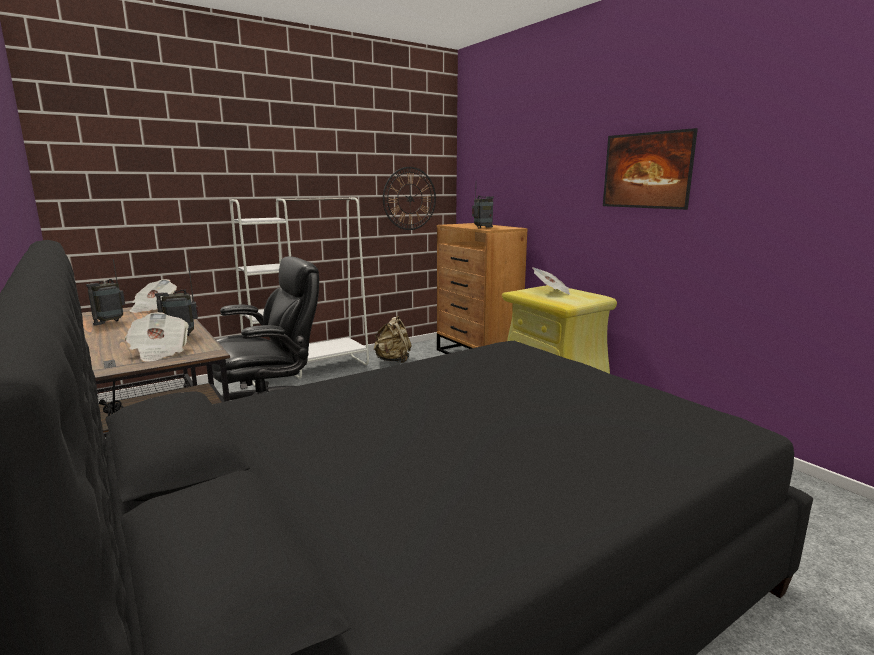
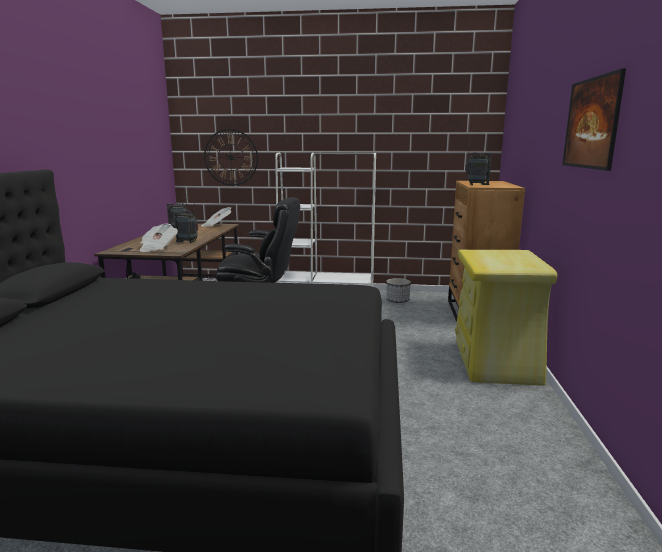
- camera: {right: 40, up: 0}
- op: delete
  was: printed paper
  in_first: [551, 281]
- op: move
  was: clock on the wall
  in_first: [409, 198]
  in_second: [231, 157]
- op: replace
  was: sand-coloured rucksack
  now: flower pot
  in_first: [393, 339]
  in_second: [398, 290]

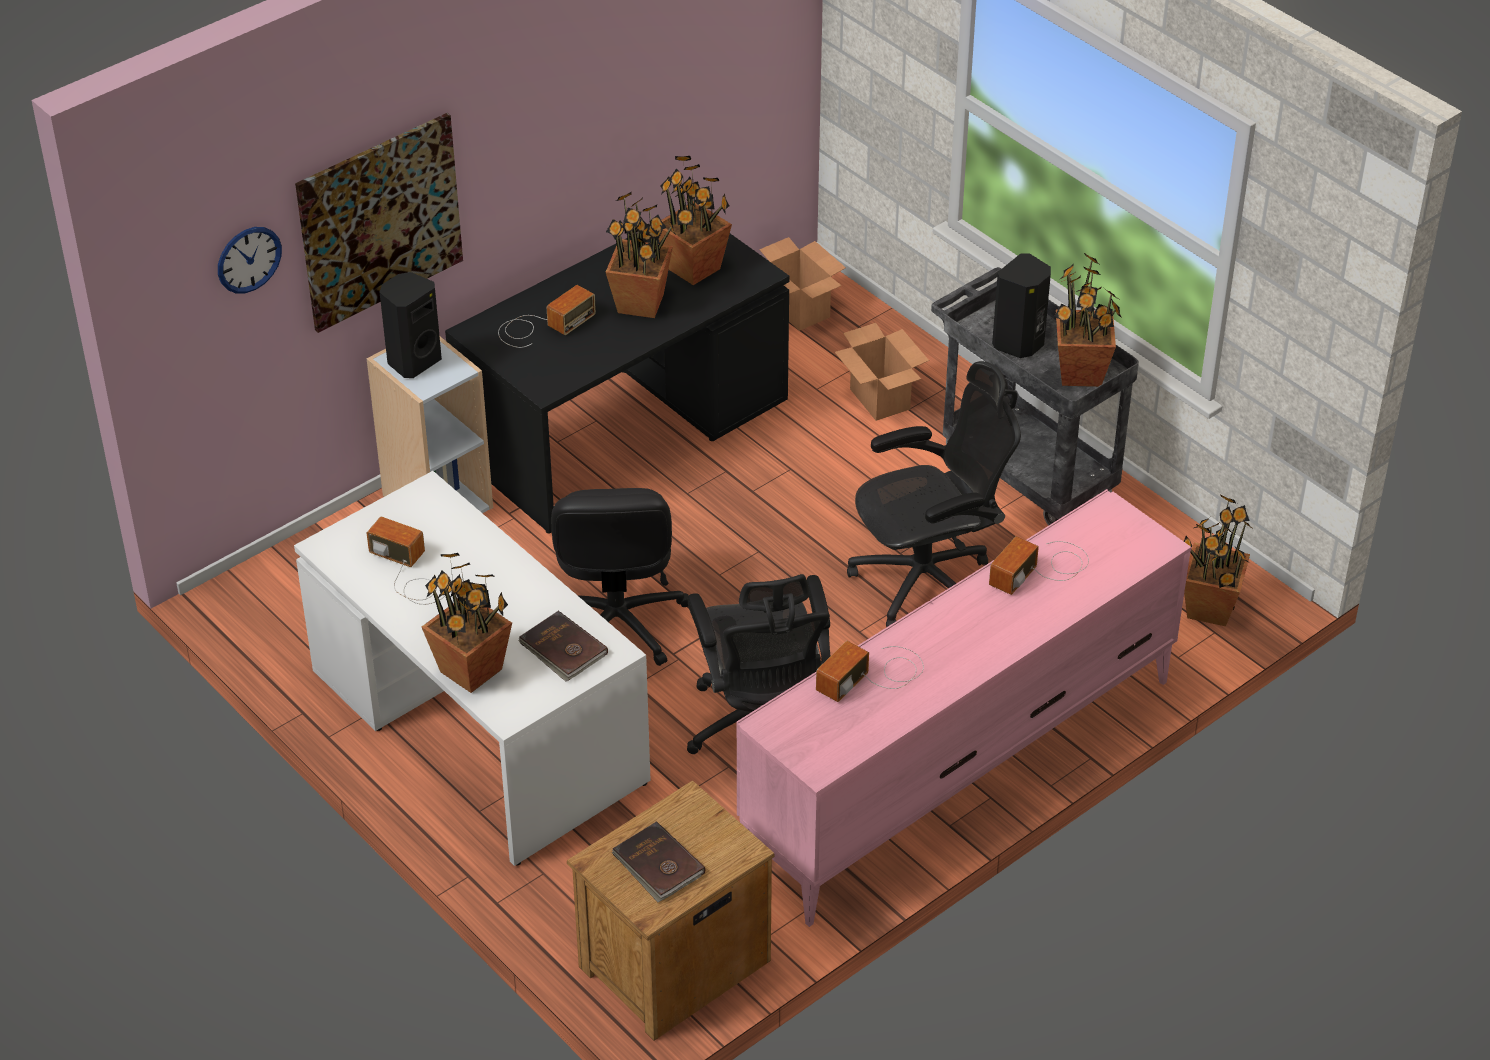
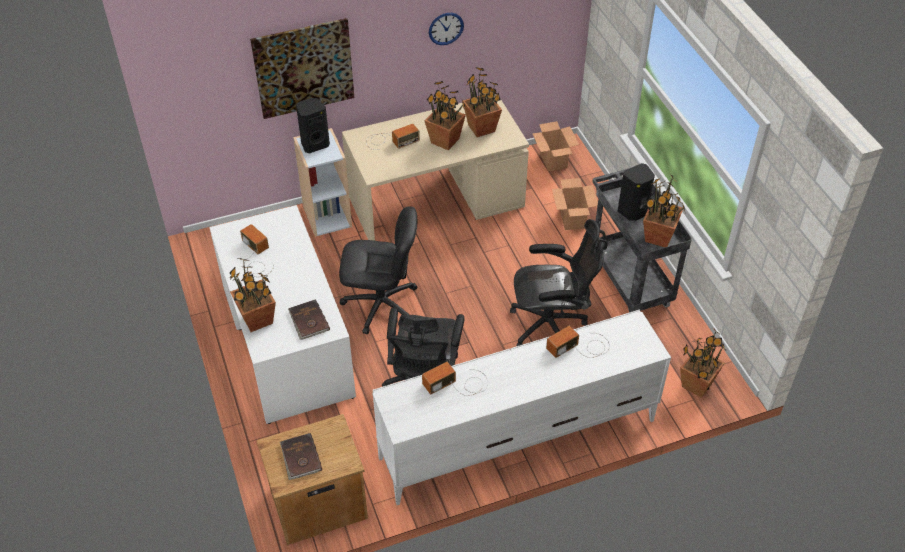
- camera: {right: 20, up: 5}
- op: move
  was: clock on the wall
  in_first: [250, 260]
  in_second: [446, 29]
- op: recolor
  was: black desk unit
  now: sand-coloured desk unit
  in_first: [617, 383]
  in_second: [435, 168]
- op: recolor
  was: pinkish cupboard
  now: whitish cupboard
  in_first: [964, 708]
  in_second: [521, 407]
- op: rotate
  was: black desk chair
  in_first: [620, 577]
  in_second: [378, 270]
  clockwise: -105

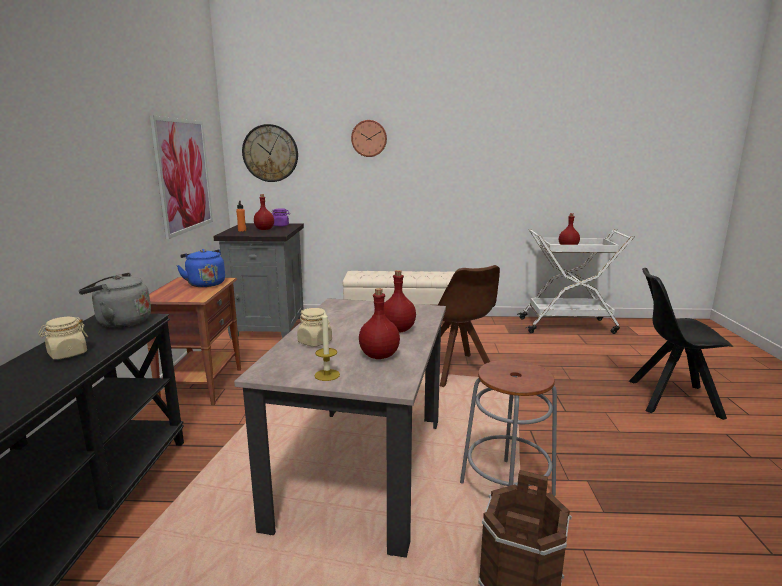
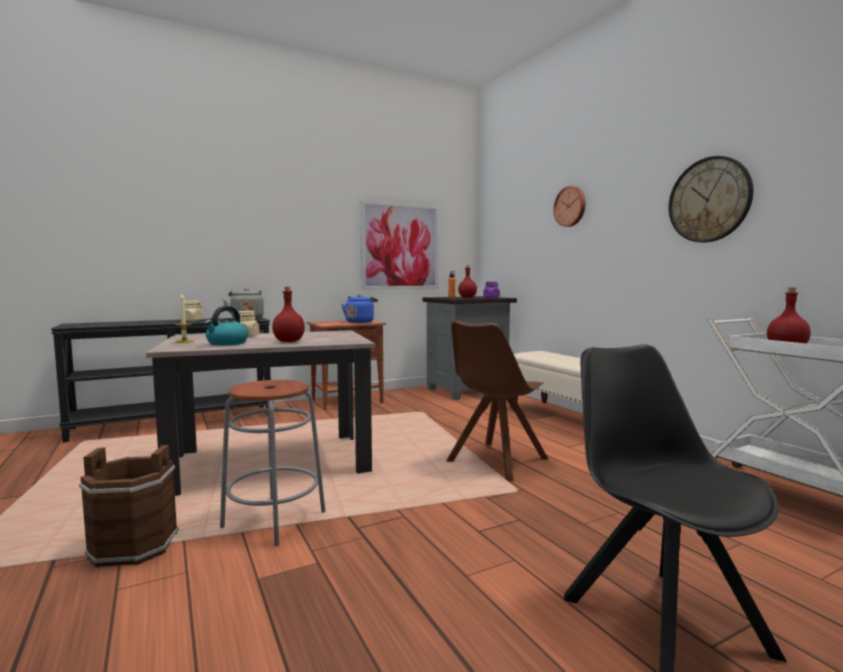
- camera: {right: 60, up: -10}
- op: move
  was: clock on the wall
  in_first: [270, 153]
  in_second: [711, 199]
- op: replace
  was: red-coloured beverage bottle
  now: tea kettle
  in_first: [379, 323]
  in_second: [226, 326]

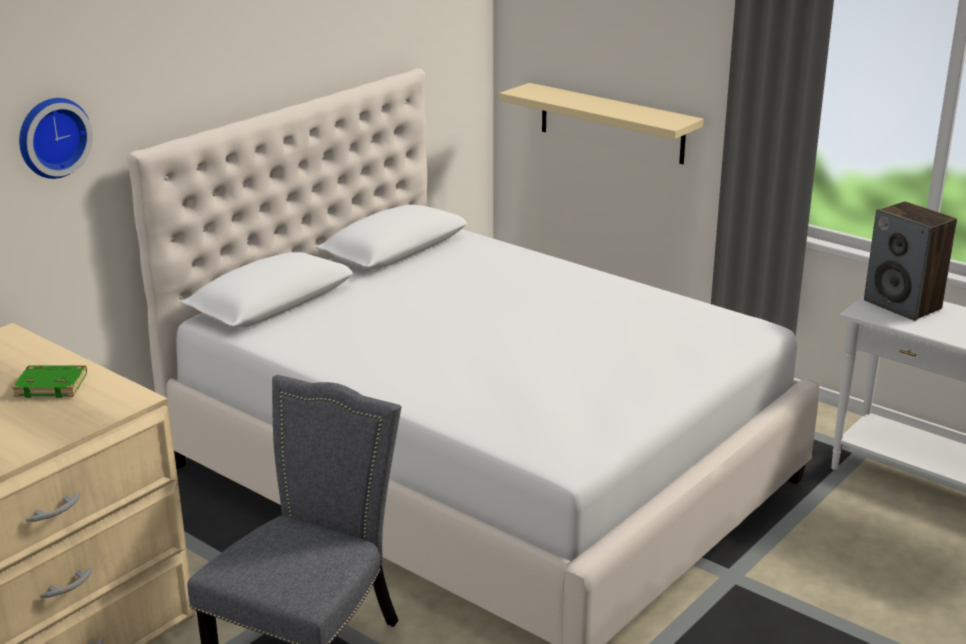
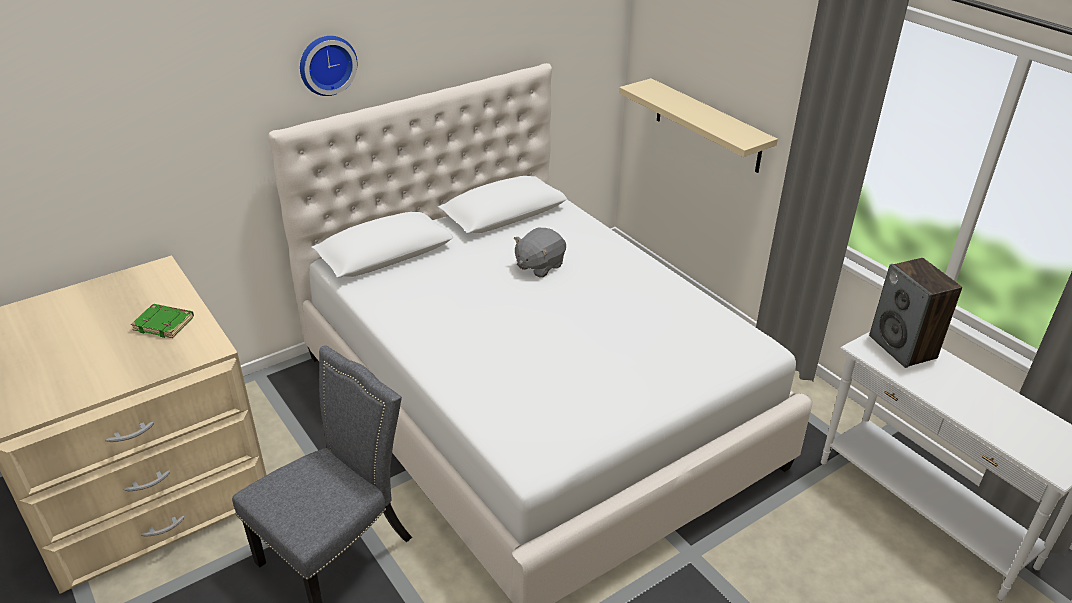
- camera: {right: 15, up: 10}
- op: insert
  now: gray soft toy
  in_second: [540, 253]
- op: move
  was: clock on the wall
  in_first: [56, 138]
  in_second: [328, 66]

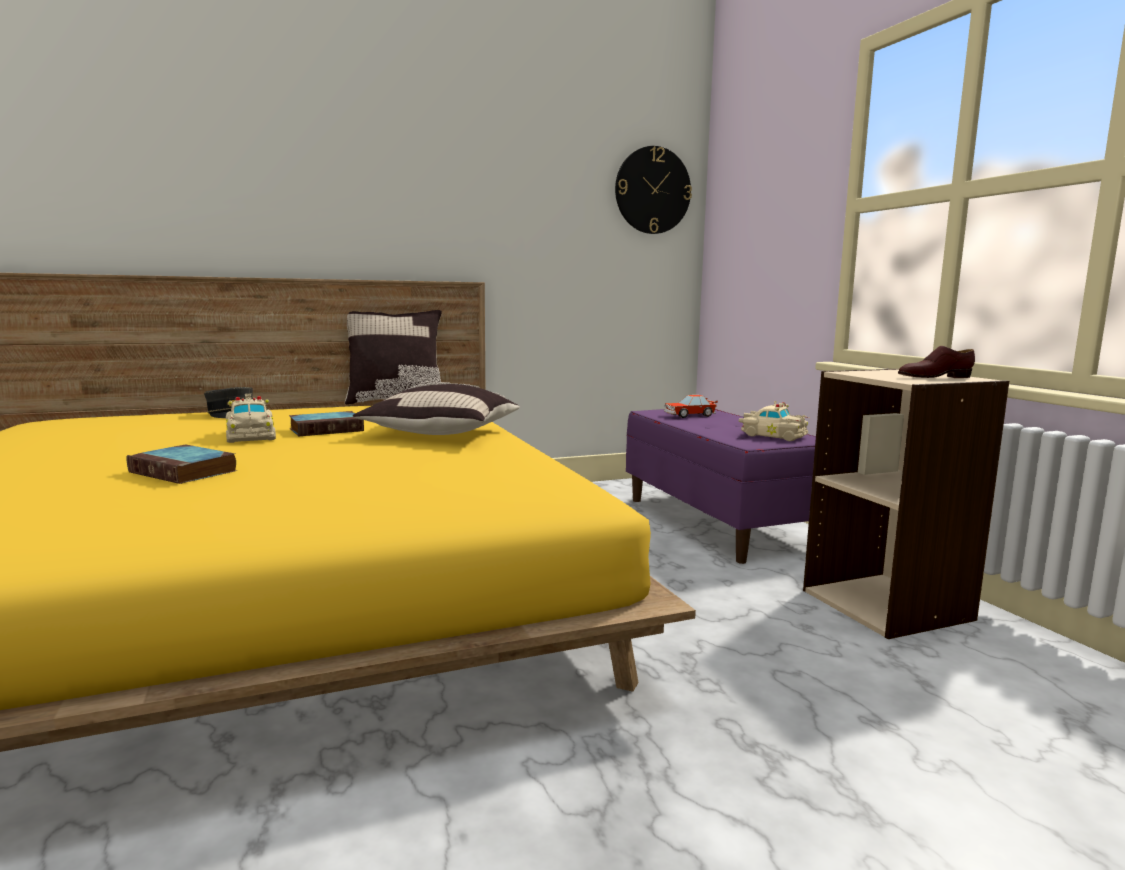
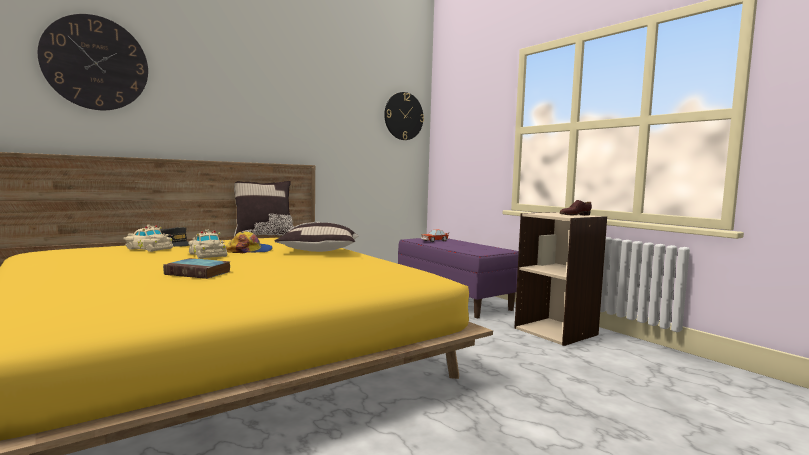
- camera: {right: -15, up: -5}
- op: insert
  now: clock on the wall
  in_second: [92, 62]
- op: move
  was: sand-coloured toy car
  in_first: [774, 421]
  in_second: [148, 238]
- op: replace
  was: bound book
  now: peaked cap
  in_first: [326, 423]
  in_second: [249, 242]

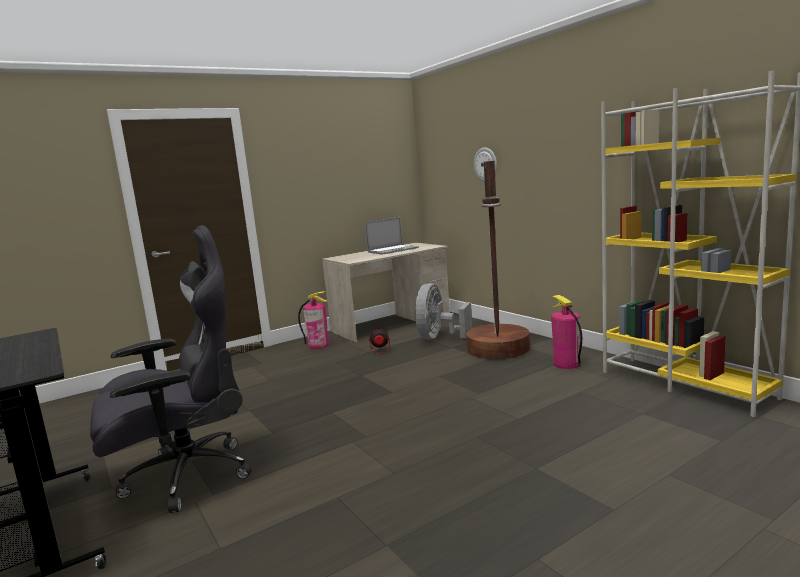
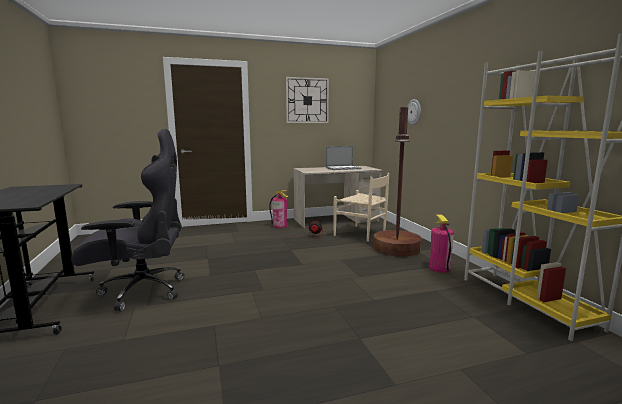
- camera: {right: 15, up: 0}
- op: insert
  now: clock on the wall
  in_second: [307, 100]
- op: replace
  was: gray cooling fan
  now: sand-coloured plain chair
  in_first: [444, 311]
  in_second: [361, 207]

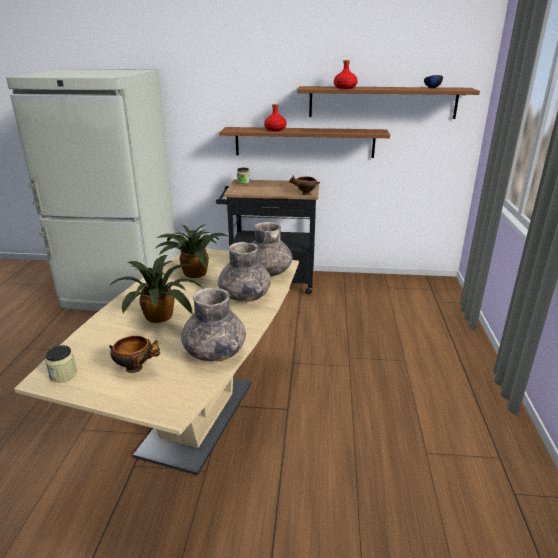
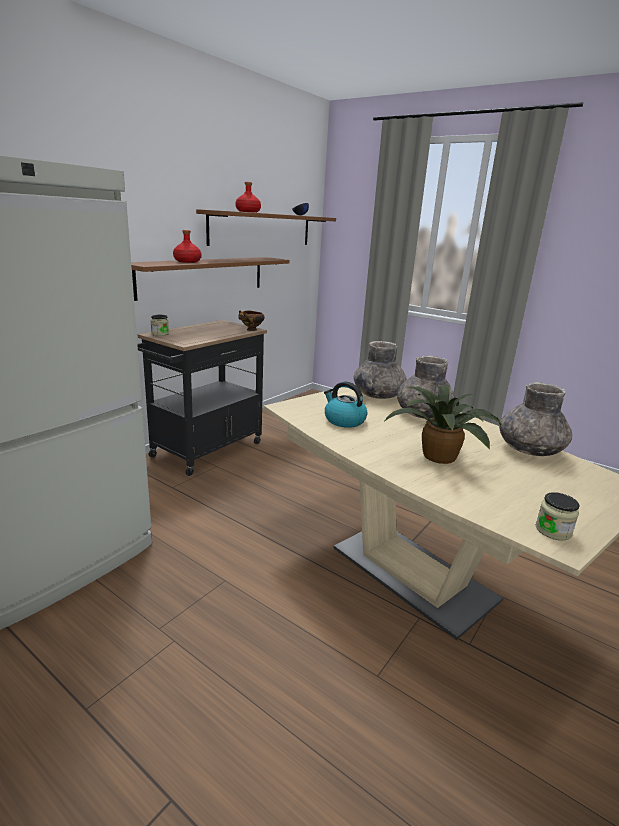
- camera: {right: -60, up: -5}
- op: delete
  was: deep dish
  in_first: [134, 354]
- op: replace
  was: houseplant
  now: tea kettle
  in_first: [191, 251]
  in_second: [345, 405]

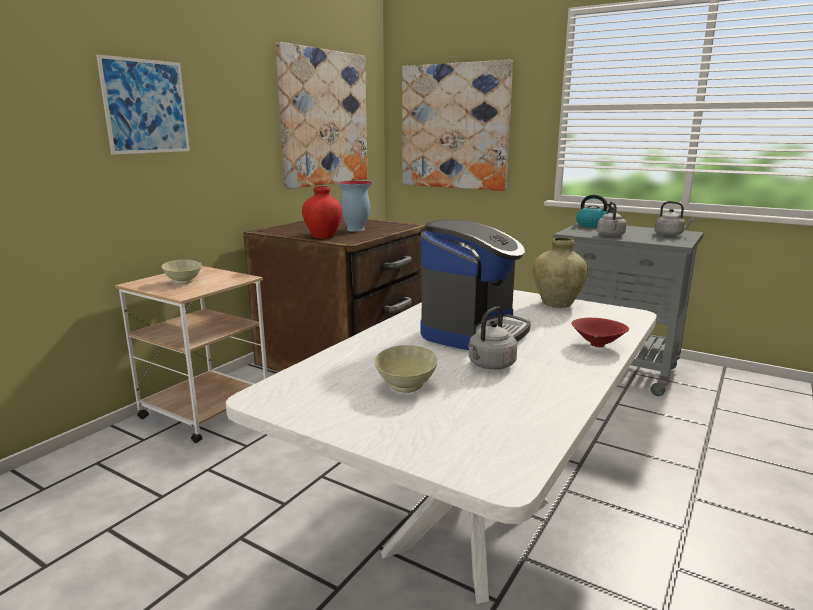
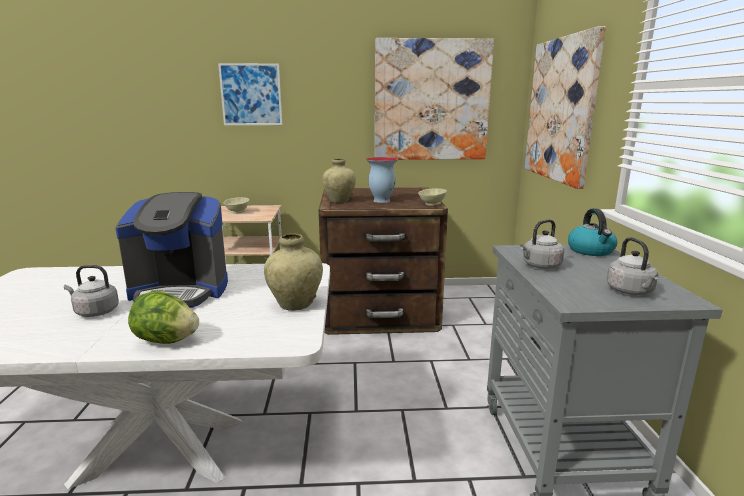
- camera: {right: 55, up: 0}
- op: move
  was: sand-coloured deep dish
  in_first: [406, 369]
  in_second: [432, 197]
- op: replace
  was: red-coloured deep dish
  now: lettuce
  in_first: [600, 332]
  in_second: [163, 317]
- op: recolor
  was: red-coloured flower vase
  now: sand-coloured flower vase
  in_first: [322, 212]
  in_second: [339, 180]

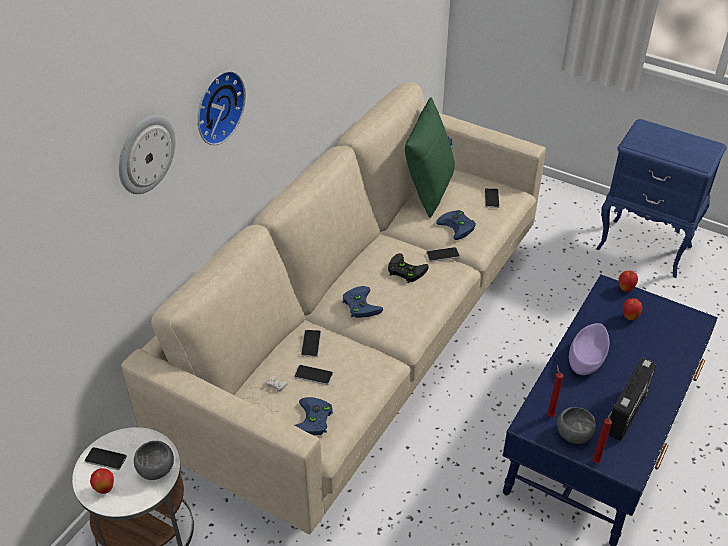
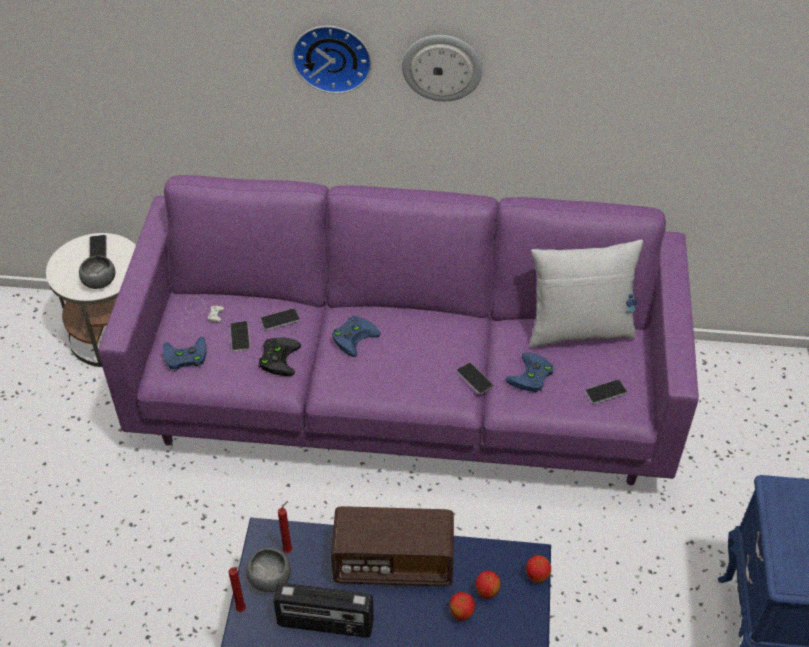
- camera: {right: 65, up: 5}
- op: move
  was: apple
  in_first: [102, 481]
  in_second: [462, 606]
- op: move
  was: clock on the wall
  in_first: [147, 154]
  in_second: [442, 68]
- op: move
  was: black game controller
  in_first: [408, 268]
  in_second: [280, 356]
- op: replace
  was: purplish deep dish
  now: radio set
  in_first: [589, 349]
  in_second: [392, 546]
- op: recolor
  was: sand-coloured sofa
  now: purplish sofa
  in_first: [333, 308]
  in_second: [398, 330]
- op: recolor
  was: greenish pillow
  now: gray pillow
  in_first: [430, 157]
  in_second: [586, 294]

